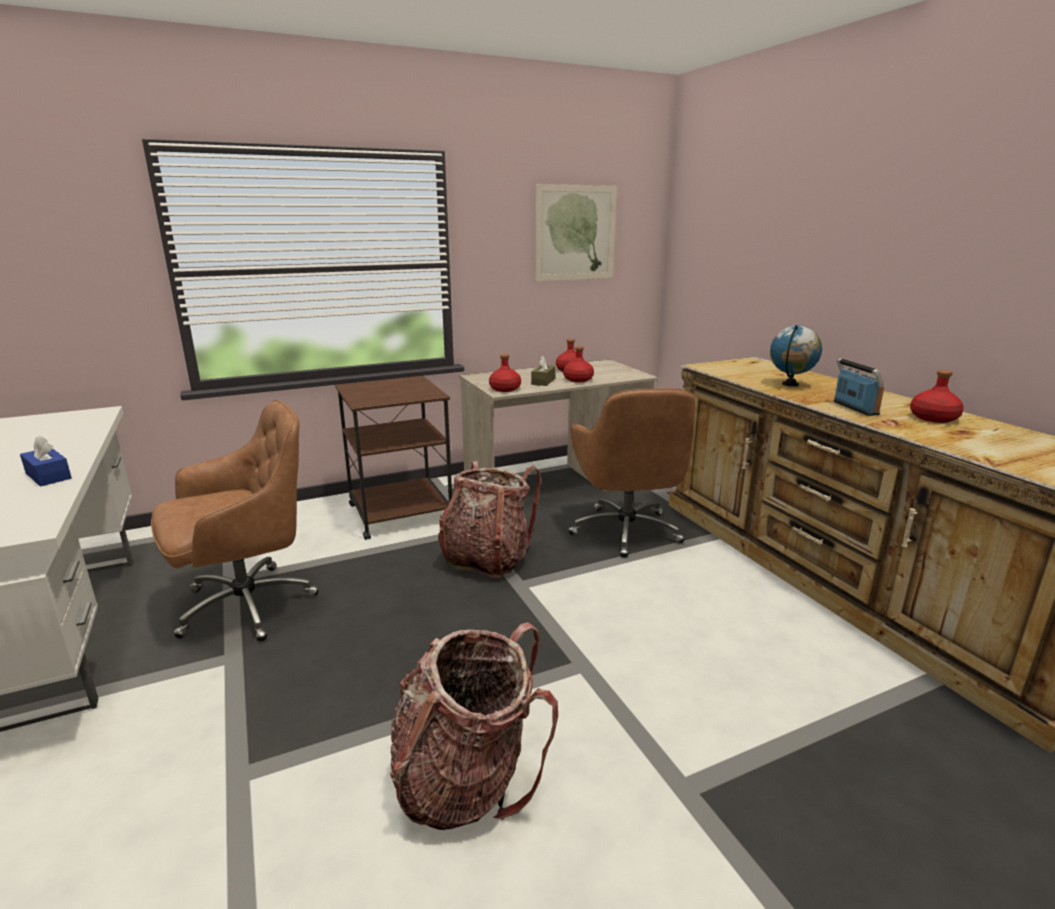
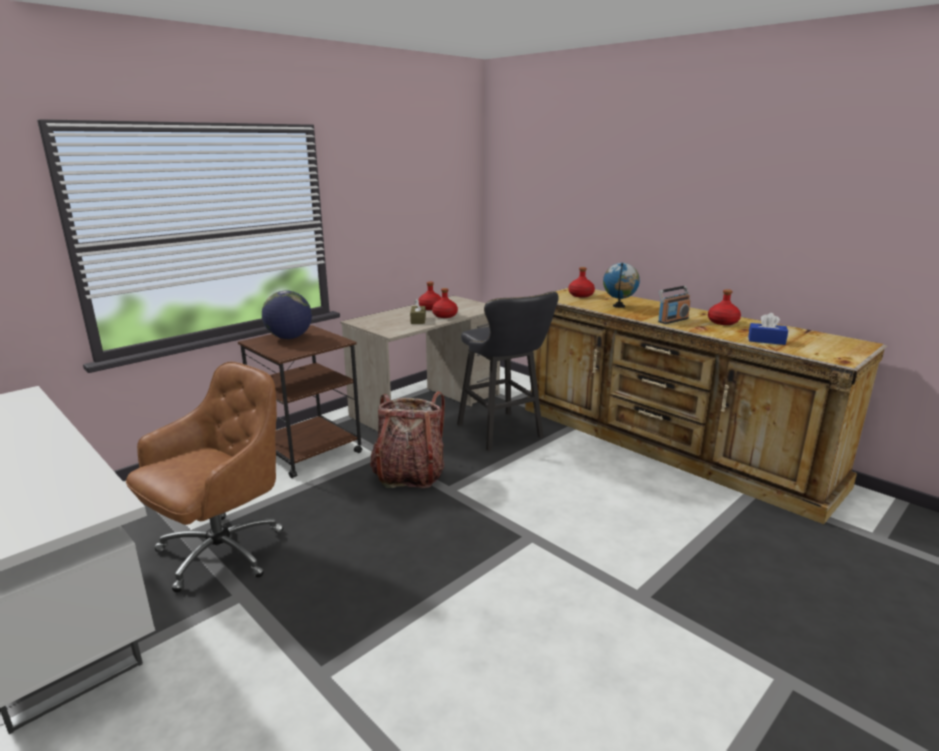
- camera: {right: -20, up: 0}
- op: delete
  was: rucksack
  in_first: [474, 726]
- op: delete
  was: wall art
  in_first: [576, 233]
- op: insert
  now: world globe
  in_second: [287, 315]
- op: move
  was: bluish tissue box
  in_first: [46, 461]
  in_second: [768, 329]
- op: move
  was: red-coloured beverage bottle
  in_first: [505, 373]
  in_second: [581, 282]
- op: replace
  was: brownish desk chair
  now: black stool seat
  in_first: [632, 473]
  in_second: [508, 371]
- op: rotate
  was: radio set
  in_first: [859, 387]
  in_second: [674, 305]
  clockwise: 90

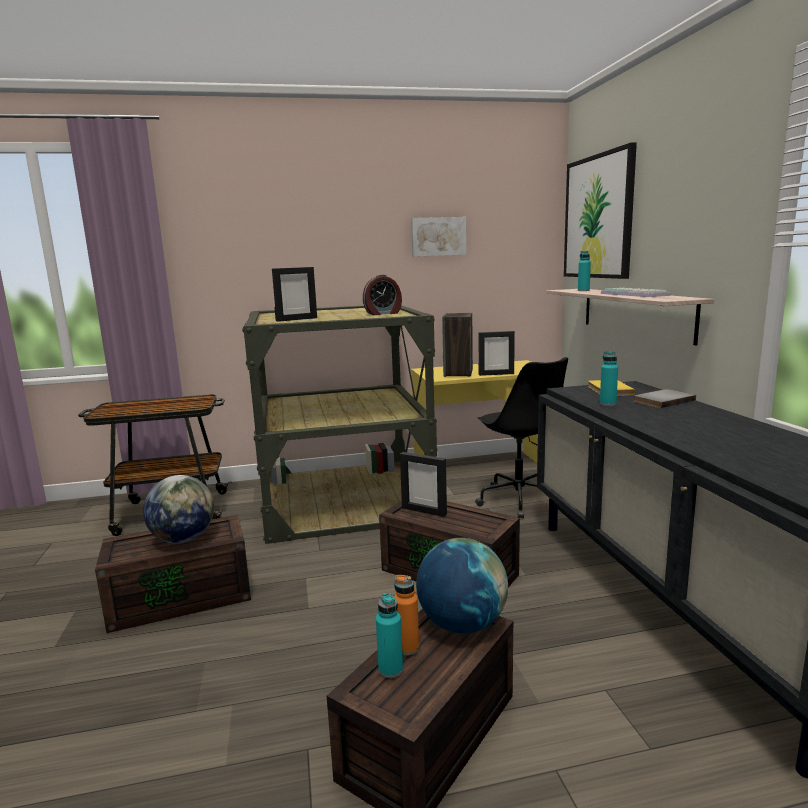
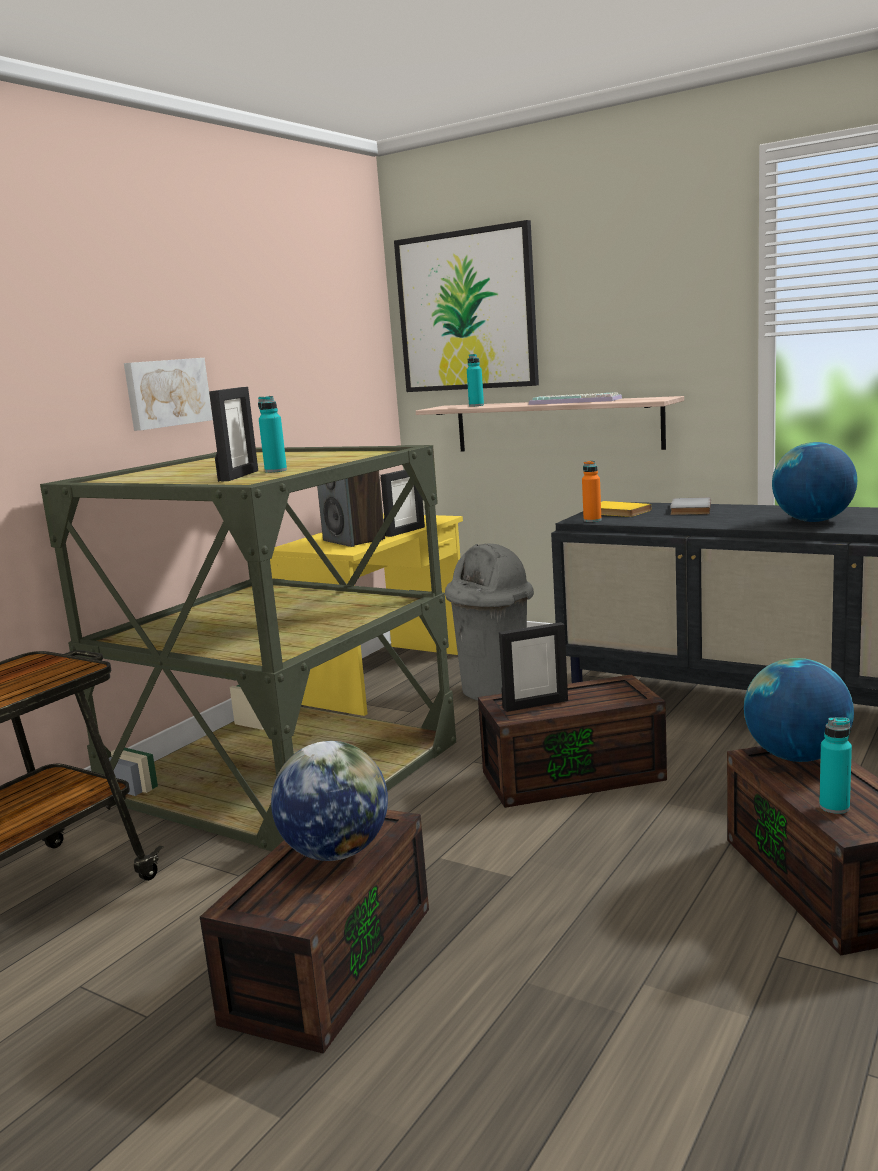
- camera: {right: -45, up: 0}
- op: delete
  was: table clock
  in_first: [382, 295]
- op: insert
  now: world globe
  in_second: [814, 482]
- op: move
  was: orangey beverage bottle
  in_first: [406, 615]
  in_second: [591, 491]
- op: move
  was: wall art
  in_first: [438, 237]
  in_second: [168, 394]
- op: move
  was: turquoise-coloured beverage bottle
  in_first: [609, 378]
  in_second: [272, 434]
- op: replace
  was: black desk chair
  now: gray rubbish bin
  in_first: [521, 438]
  in_second: [489, 622]

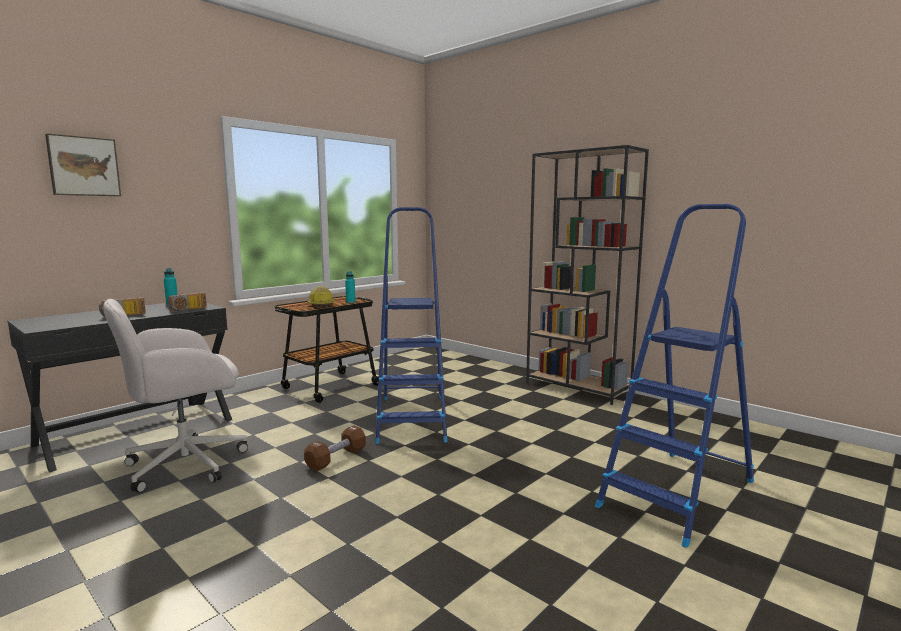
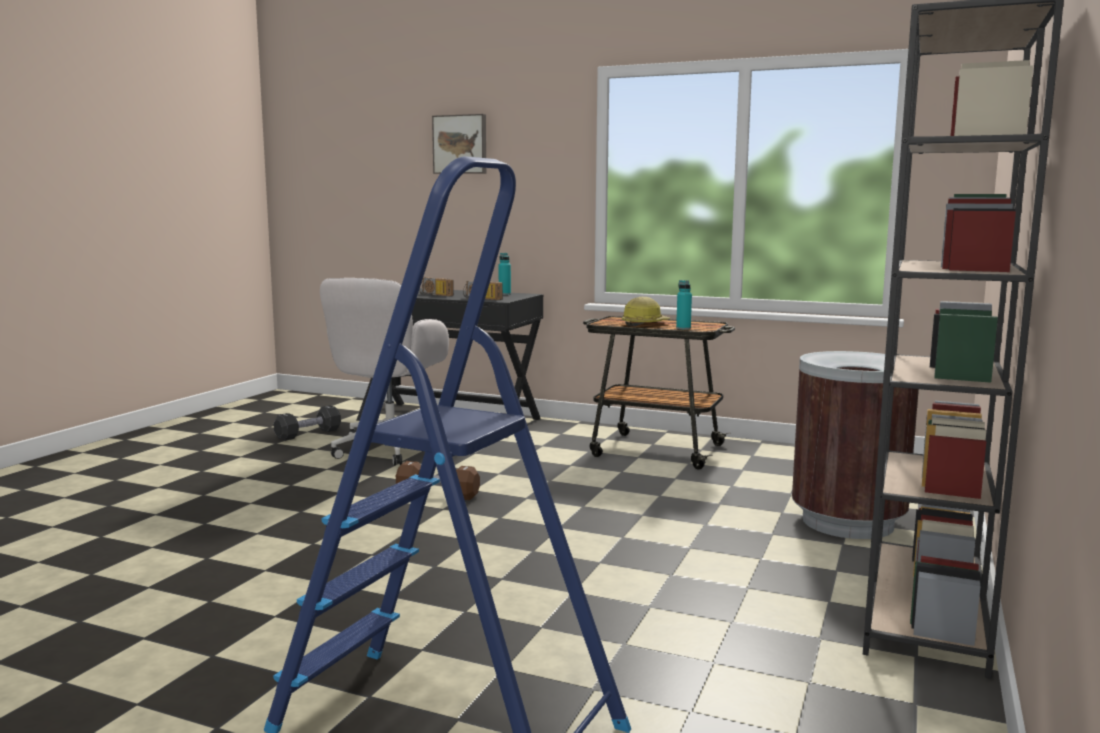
- camera: {right: 70, up: 0}
- op: delete
  was: bluish step stool
  in_first: [411, 325]
- op: insert
  now: black hand weight
  in_second: [307, 423]
- op: insert
  now: brownish rubbish bin
  in_second: [855, 445]
- op: rotate
  was: whitish desk chair
  in_first: [175, 396]
  in_second: [384, 372]
  clockwise: -105

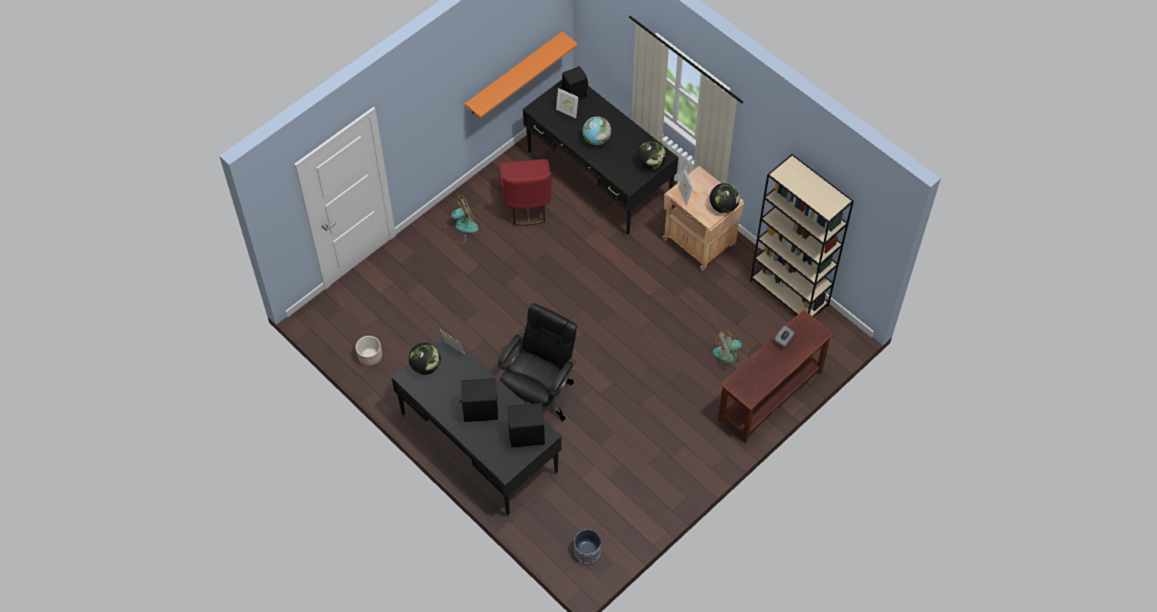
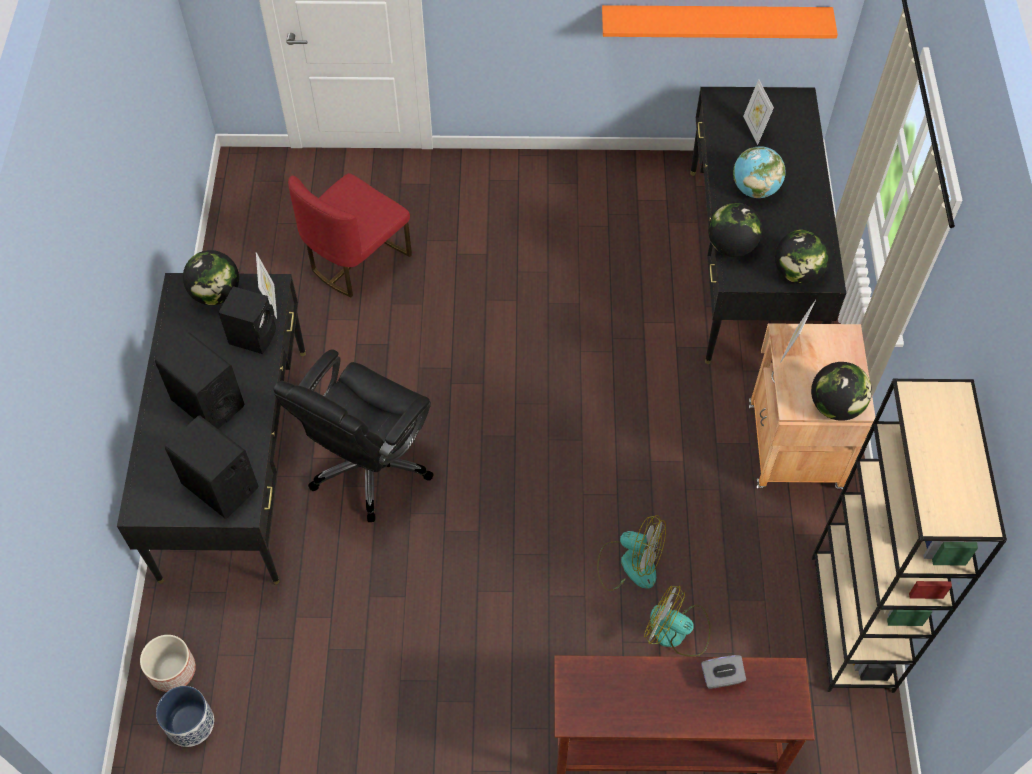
- camera: {right: 45, up: 0}
- op: insert
  now: world globe
  in_second: [735, 230]
- op: move
  was: flower pot
  in_first: [369, 351]
  in_second: [168, 663]
- op: move
  was: cooling fan
  in_first: [461, 219]
  in_second: [631, 553]
- op: move
  was: red-coloured plain chair
  in_first: [525, 192]
  in_second: [350, 235]
- op: move
  was: black audio speaker
  in_first: [575, 83]
  in_second: [247, 320]
- op: rotate
  was: black desk chair
  in_first: [537, 362]
  in_second: [354, 436]
  clockwise: 135

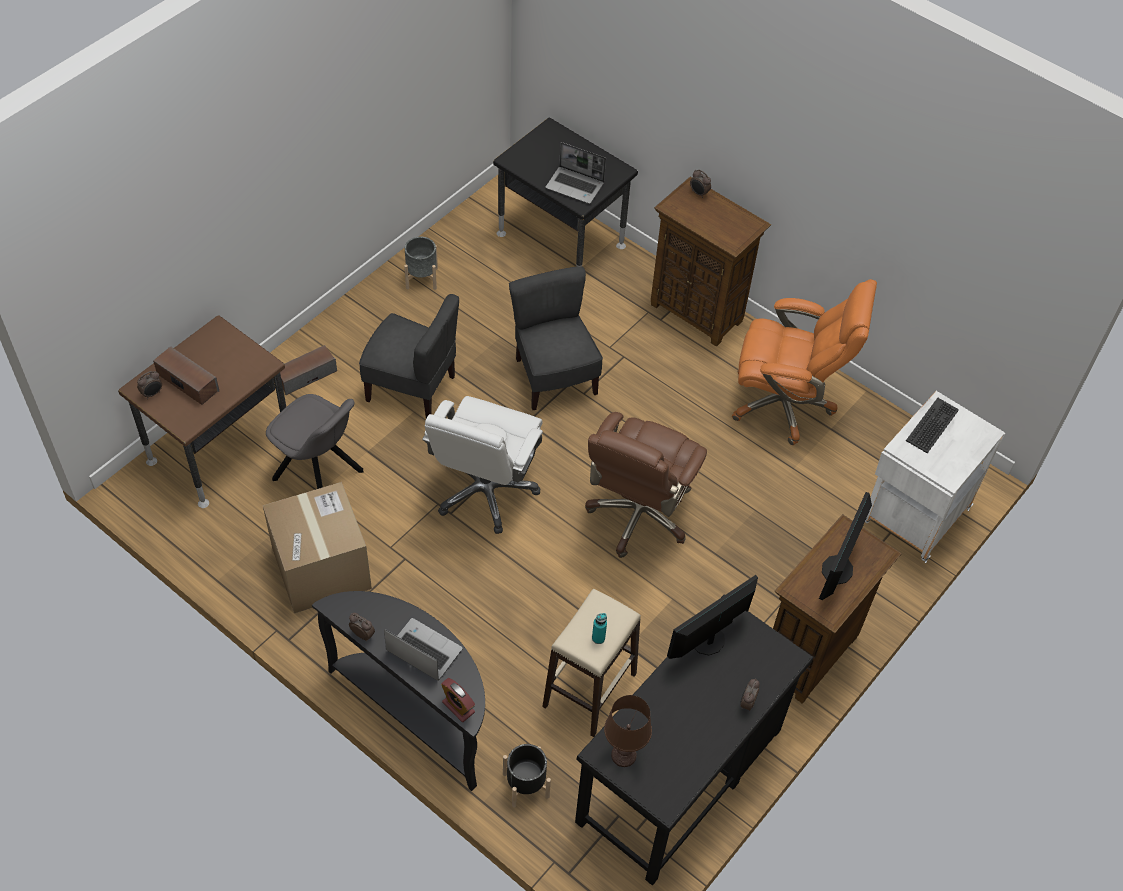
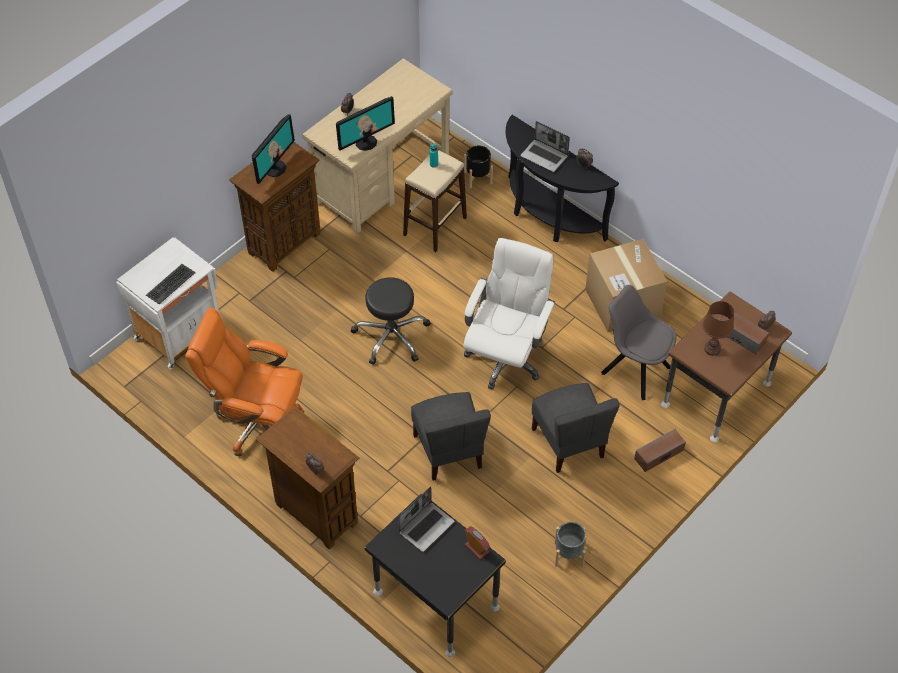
- camera: {right: -175, up: 0}
- op: move
  was: table clock
  in_first: [458, 700]
  in_second: [477, 543]
- op: move
  was: brownish table lamp
  in_first: [628, 731]
  in_second: [718, 328]
- op: replace
  was: brownish desk chair
  now: black stool seat
  in_first: [646, 485]
  in_second: [391, 321]
- op: recolor
  was: black desk unit
  now: sand-coloured desk unit
  in_first: [694, 739]
  in_second: [377, 146]
- op: rotate
  was: gray plain chair
  in_first: [409, 356]
  in_second: [576, 428]
  clockwise: -135
- op: rotate
  was: portable computer
  in_first: [575, 173]
  in_second: [426, 519]
  clockwise: 105

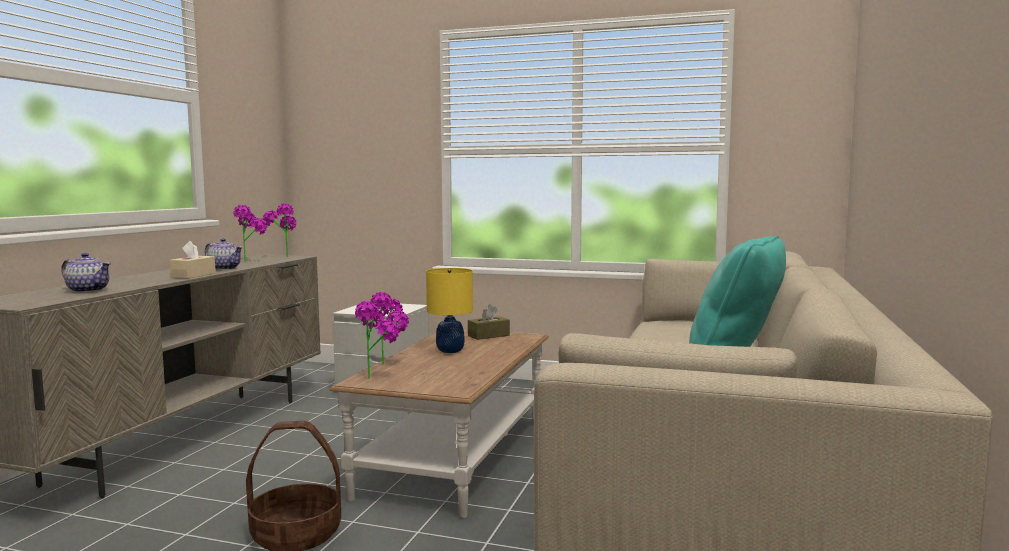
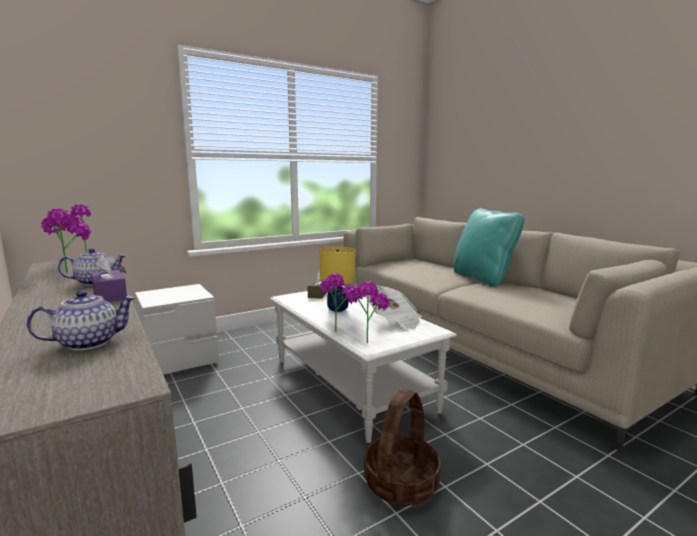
- camera: {right: -50, up: 5}
- op: insert
  now: printed paper
  in_second: [393, 307]
- op: recolor
  was: sand-coloured tissue box
  now: purplish tissue box
  in_first: [193, 260]
  in_second: [109, 278]
- op: recolor
  was: brownish coffee table
  now: whitish coffee table
  in_first: [439, 423]
  in_second: [363, 364]

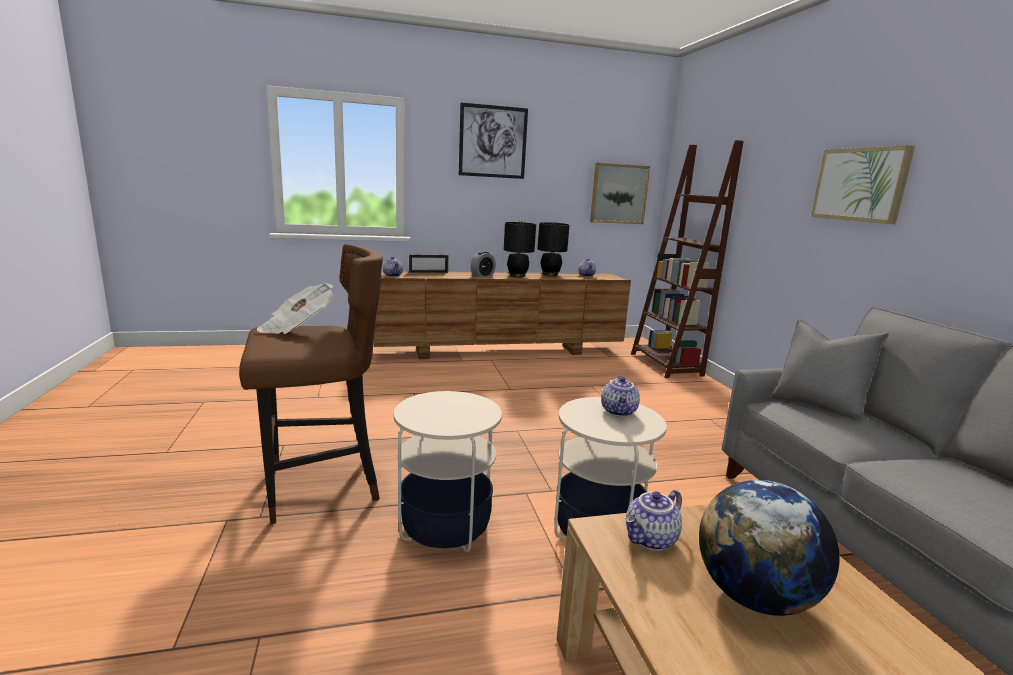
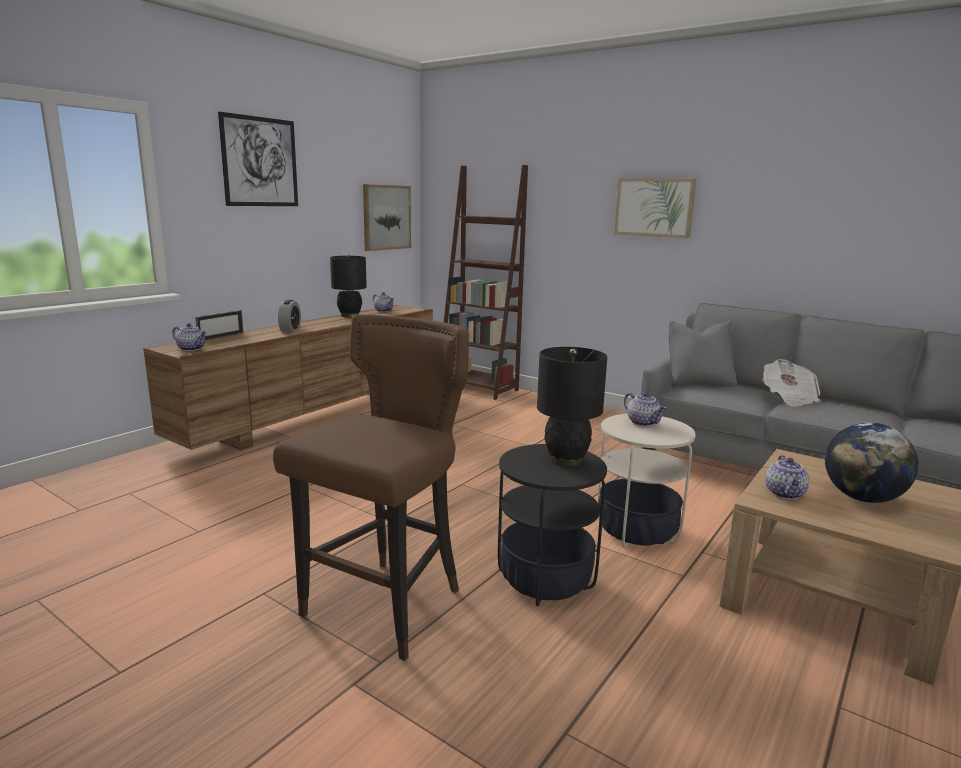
- camera: {right: -40, up: 0}
- op: move
  was: printed paper
  in_first: [295, 308]
  in_second: [791, 382]
- op: move
  was: black table lamp
  in_first: [520, 249]
  in_second: [572, 406]
- op: recolor
  was: sand-coloured side table
  now: black side table
  in_first: [448, 471]
  in_second: [552, 525]

